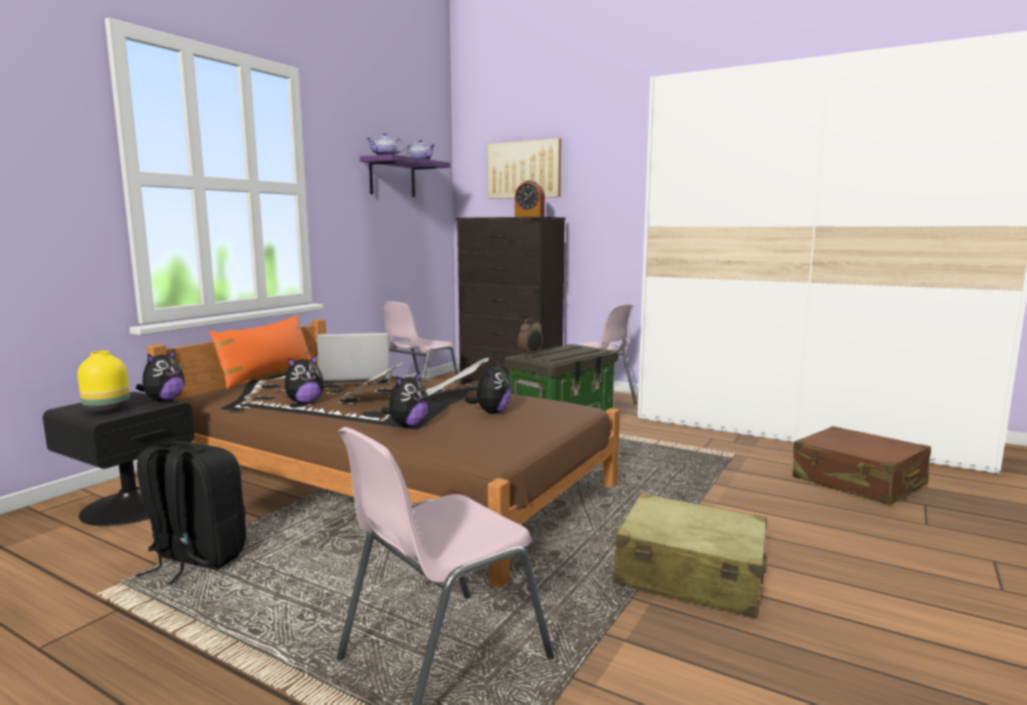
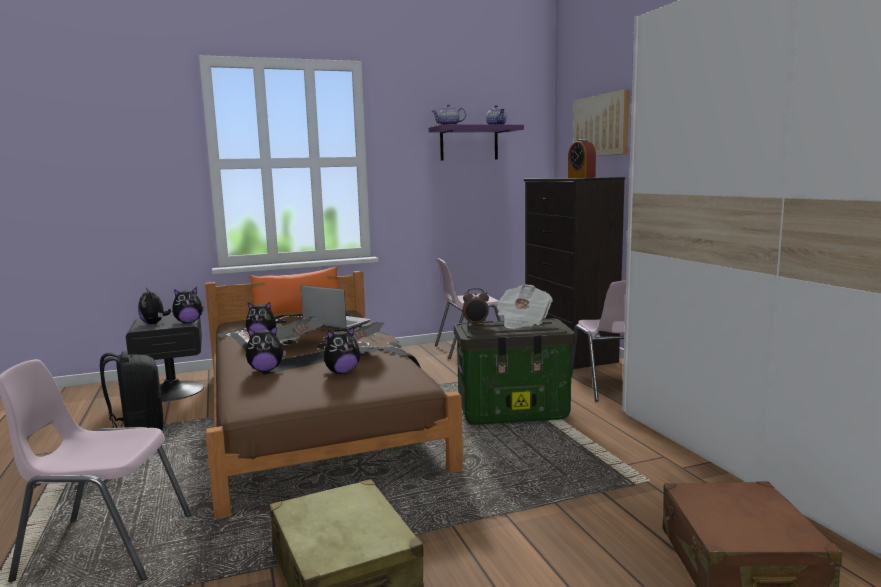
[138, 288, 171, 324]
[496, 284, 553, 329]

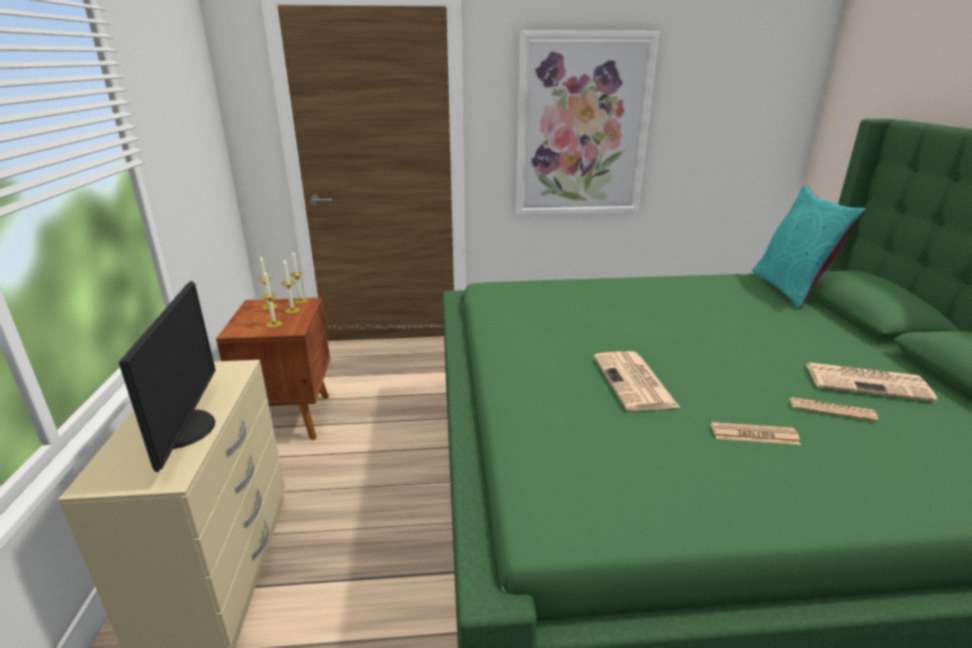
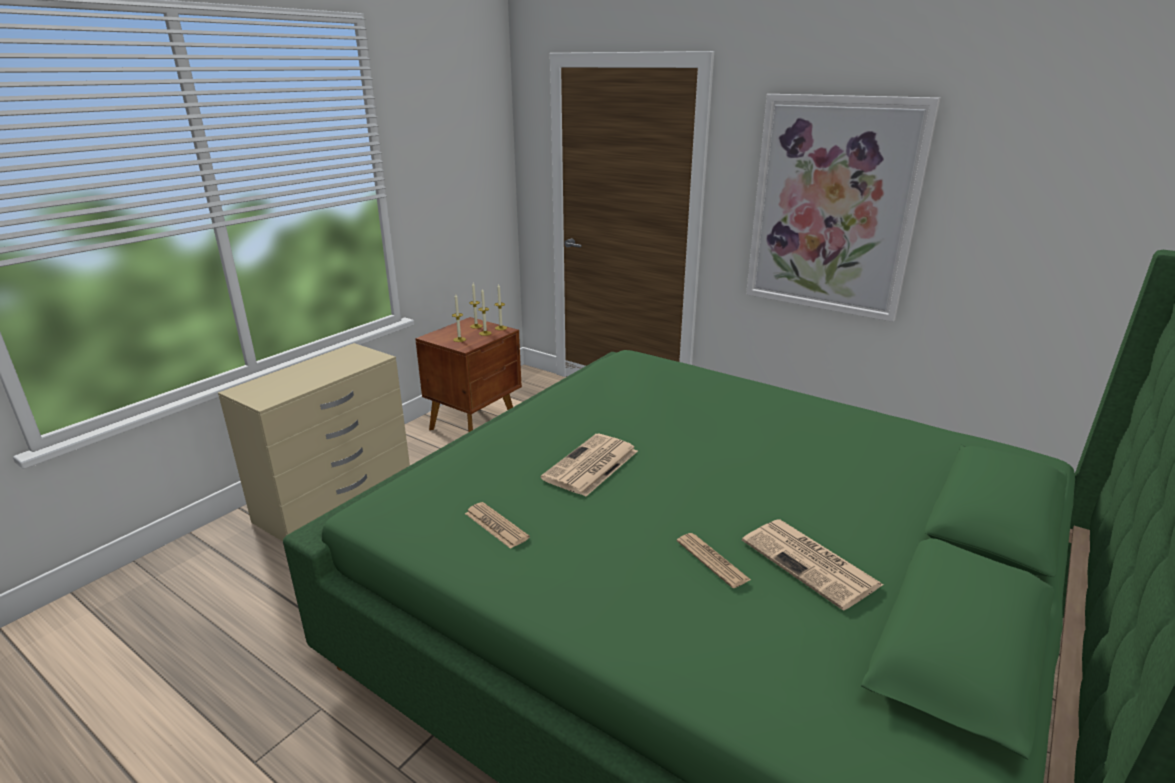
[752, 185, 866, 309] (first image)
[119, 281, 216, 472] (first image)
[465, 502, 530, 549]

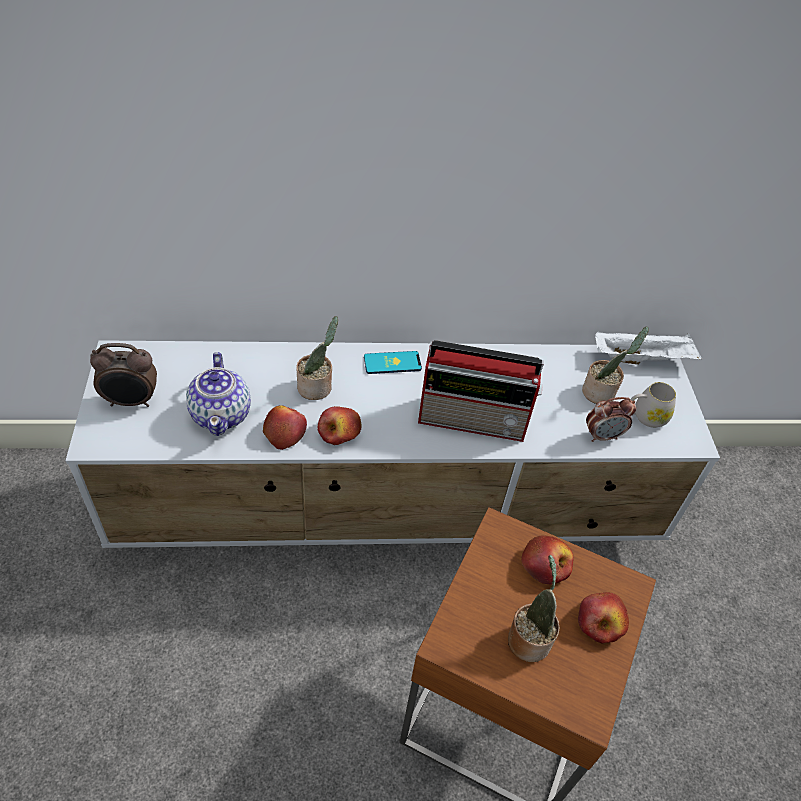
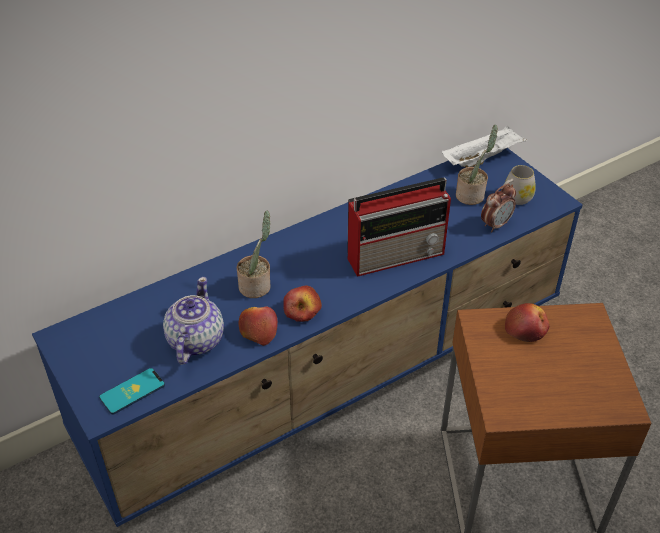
[32, 148, 583, 527]
[90, 343, 157, 407] (first image)
[99, 368, 165, 415]
[163, 277, 224, 365]
[508, 555, 559, 662] (first image)
[578, 592, 629, 644] (first image)

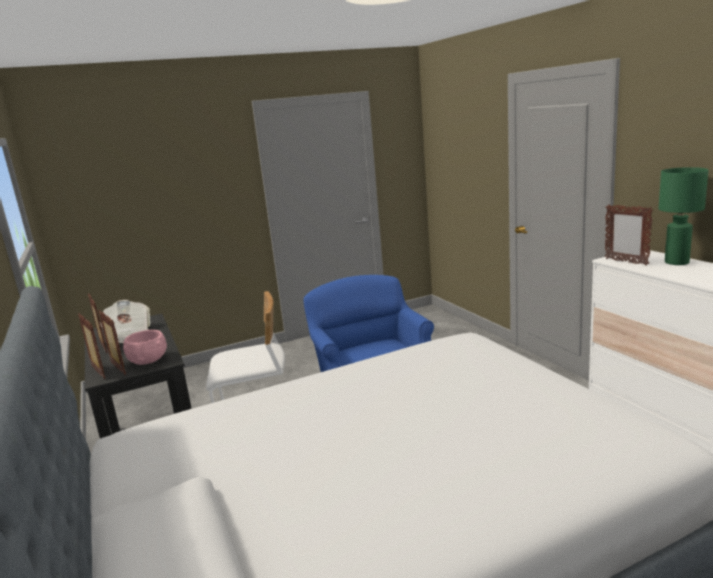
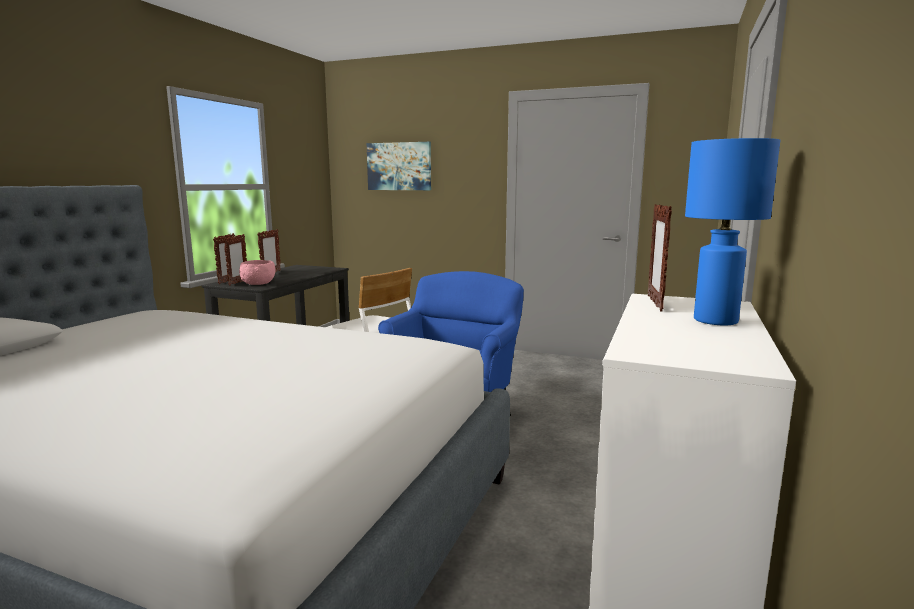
[685, 138, 780, 325]
[100, 300, 150, 343] (first image)
[367, 142, 431, 190]

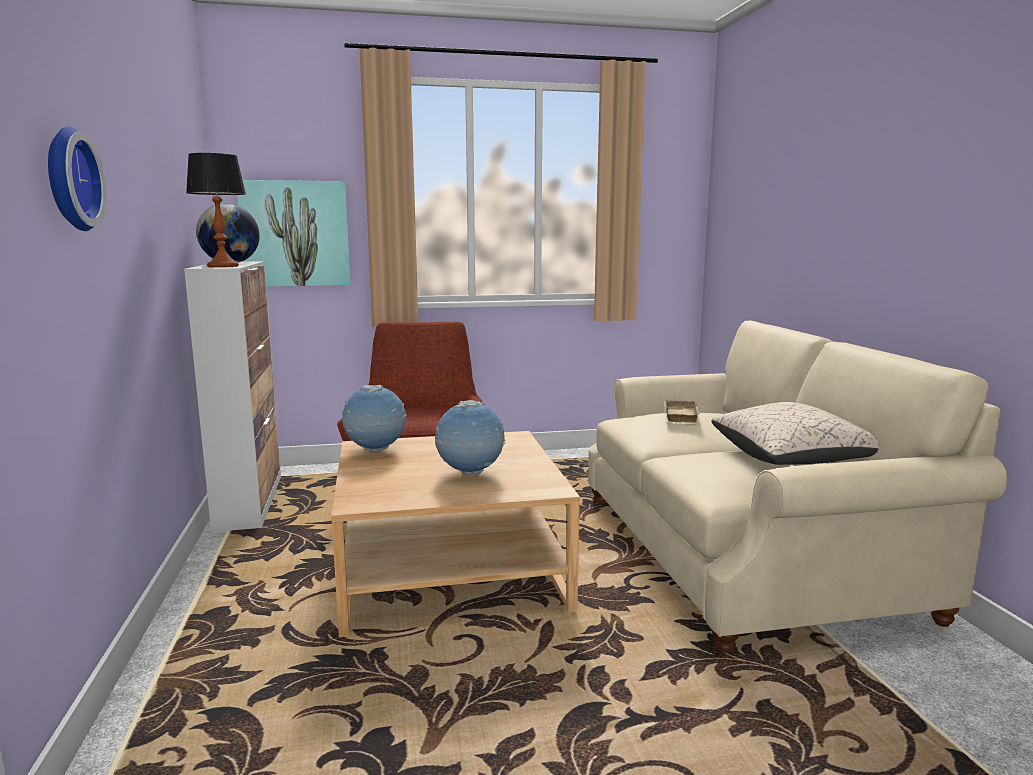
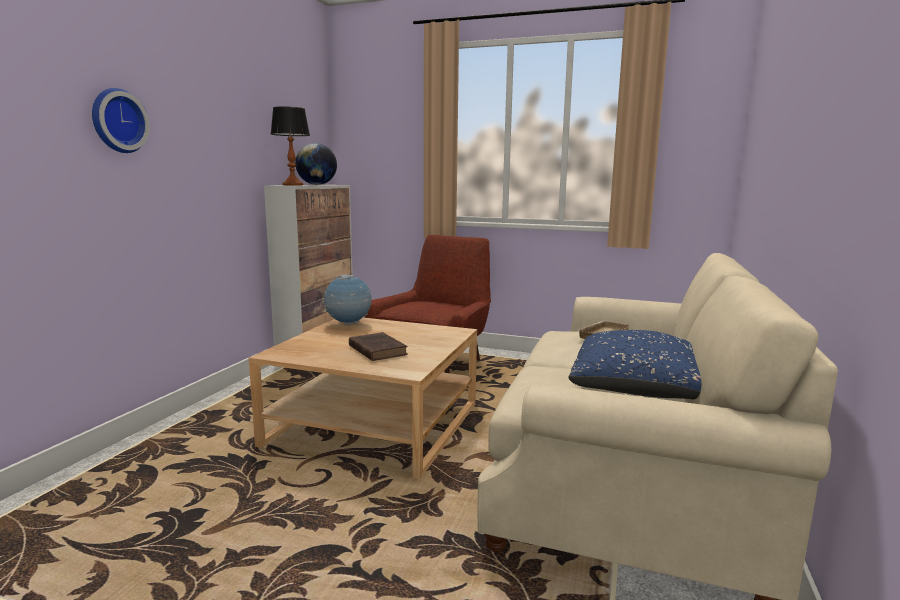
[237, 180, 351, 286] (first image)
[349, 332, 408, 361]
[568, 330, 701, 399]

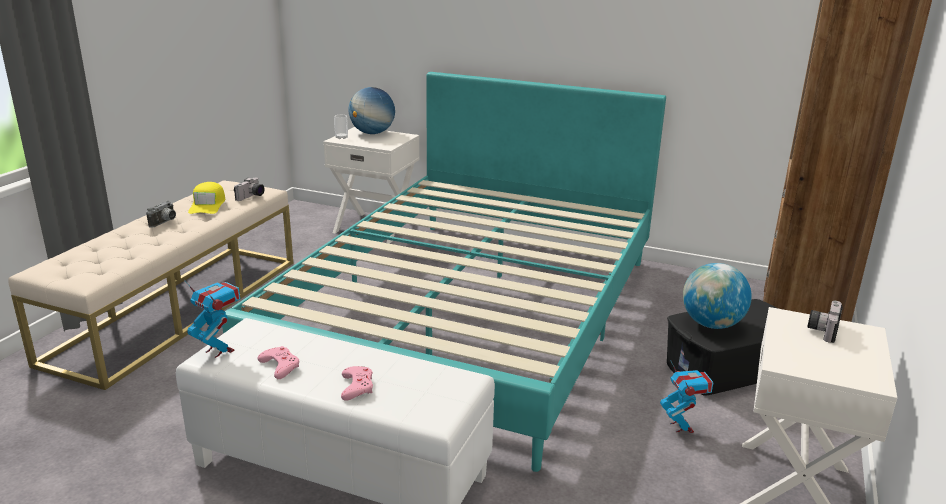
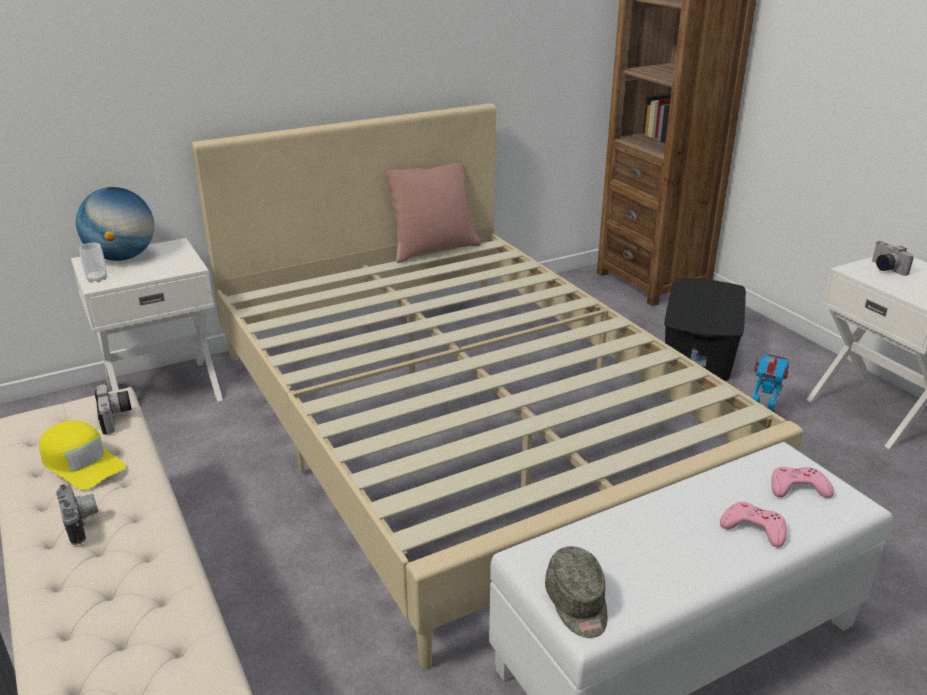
[191, 103, 803, 669]
[683, 263, 752, 329] (first image)
[545, 546, 607, 638]
[772, 467, 834, 498]
[386, 163, 481, 263]

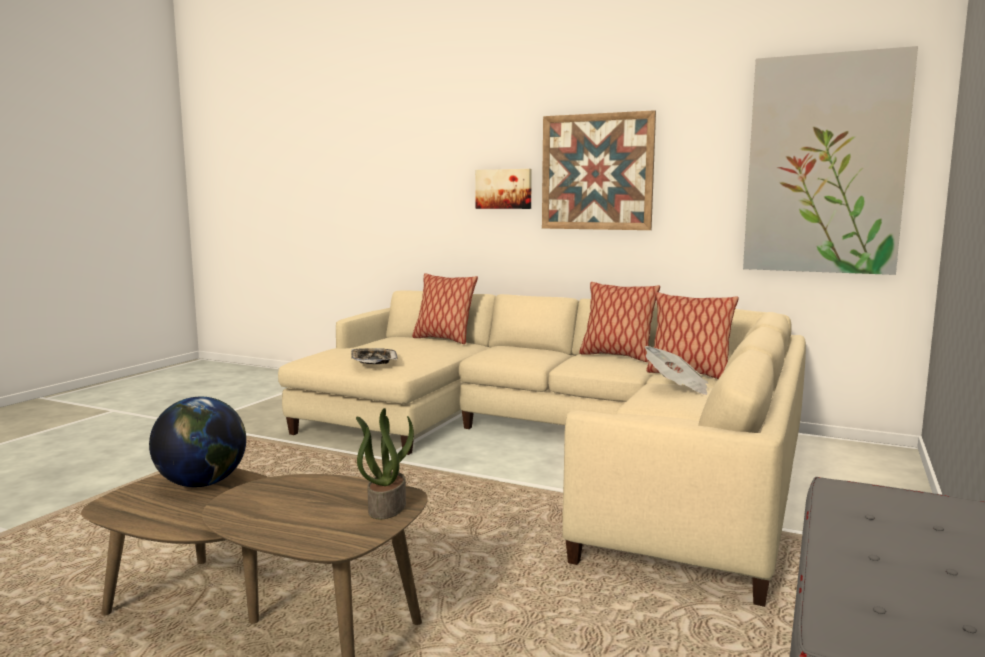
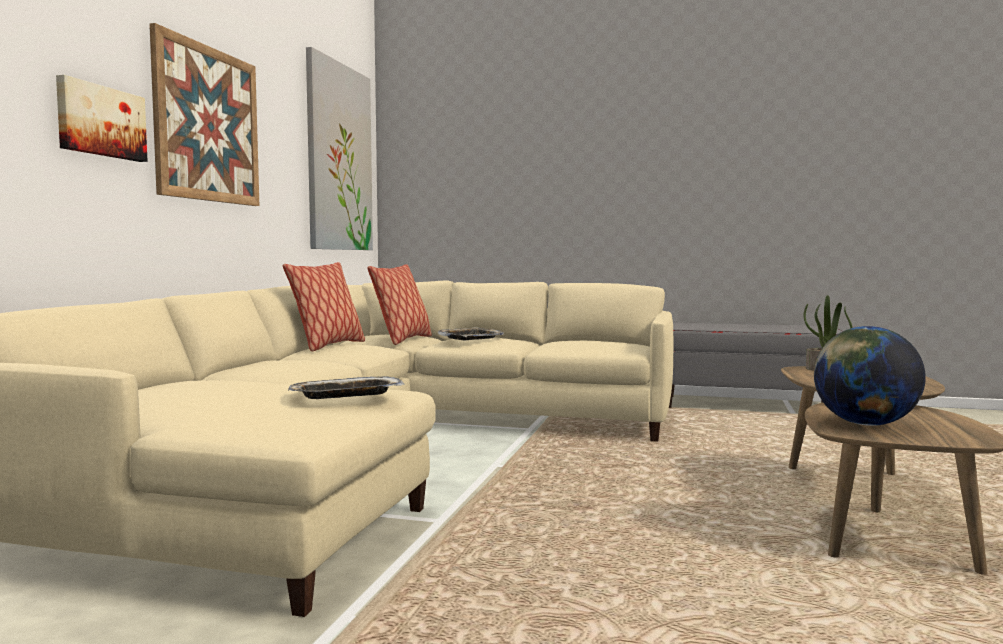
[412, 273, 478, 344] (first image)
[437, 327, 504, 340]

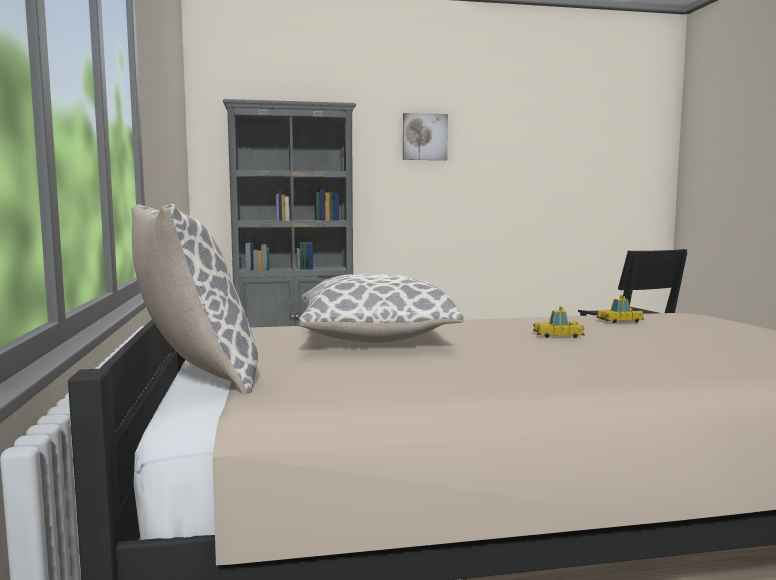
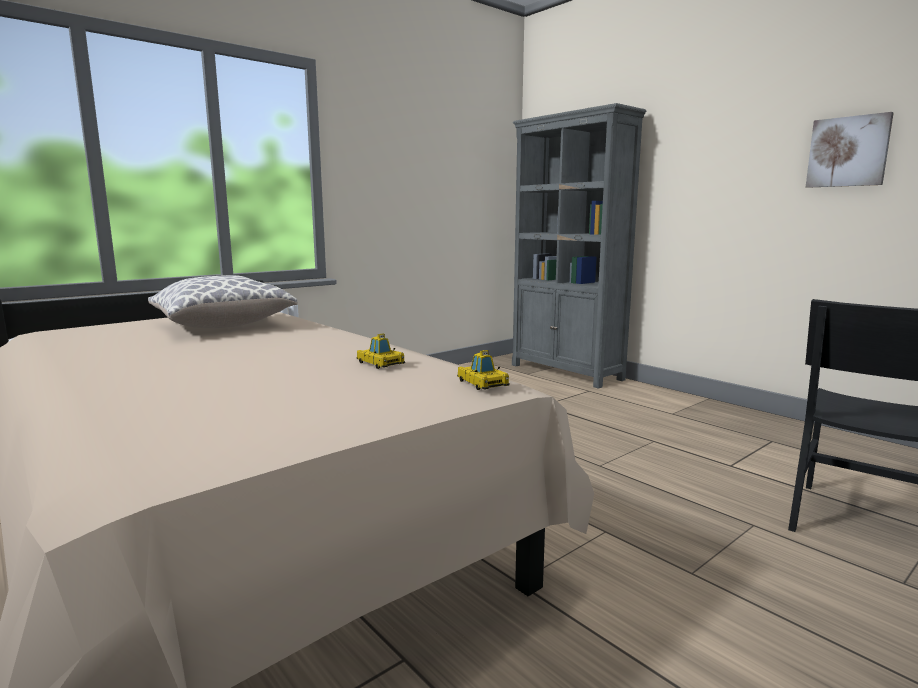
[806, 112, 894, 188]
[131, 204, 258, 394] (first image)
[457, 350, 510, 390]

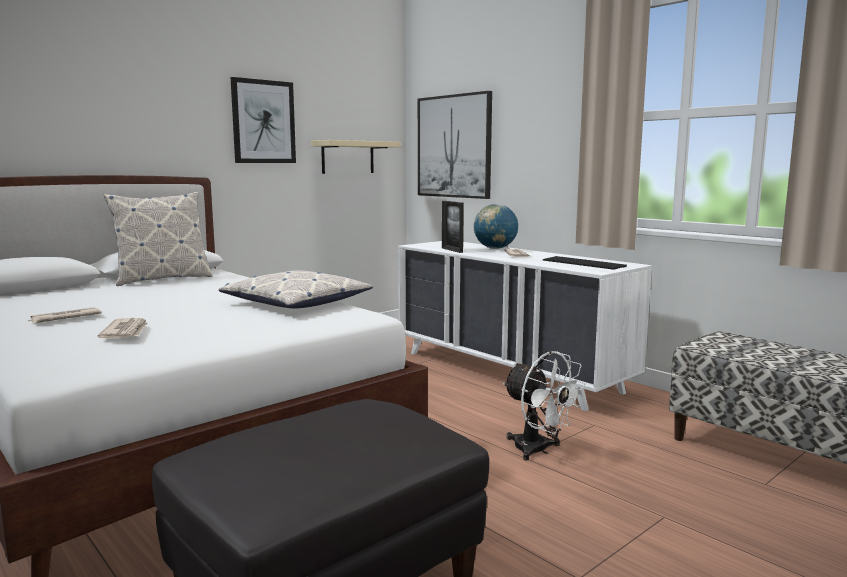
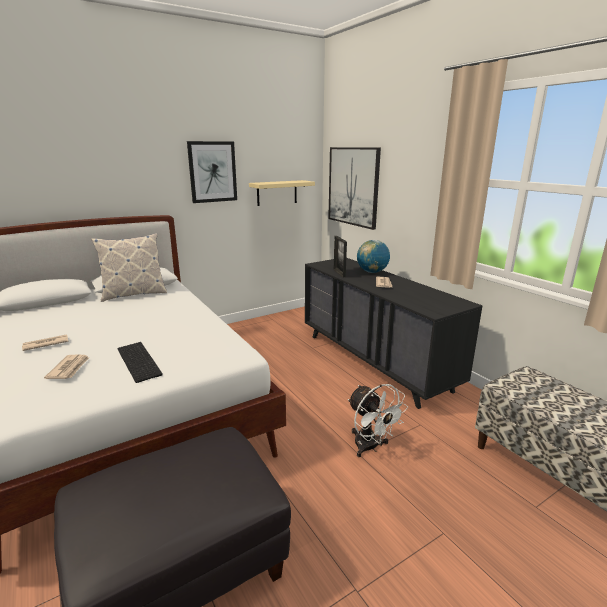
[305, 258, 483, 409]
[117, 342, 163, 383]
[219, 270, 373, 308] (first image)

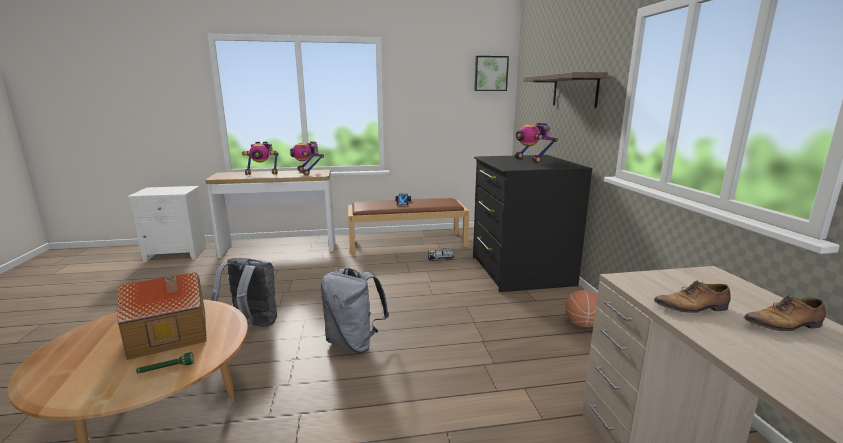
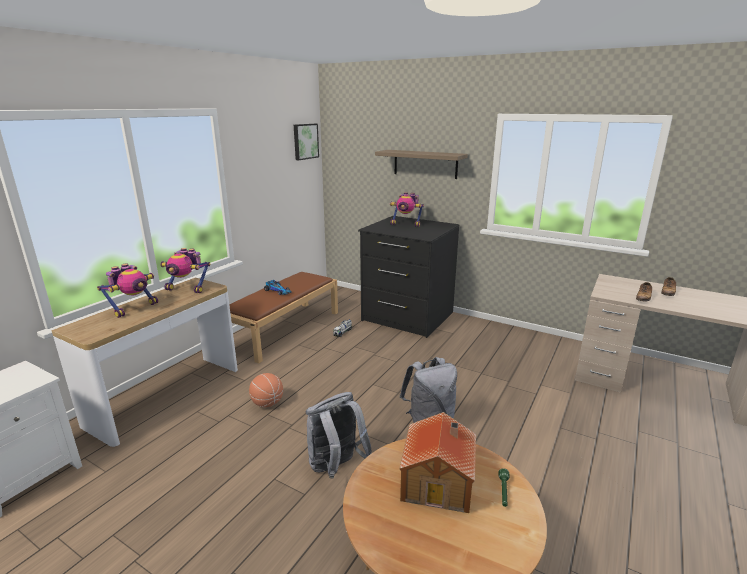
[249, 373, 283, 407]

